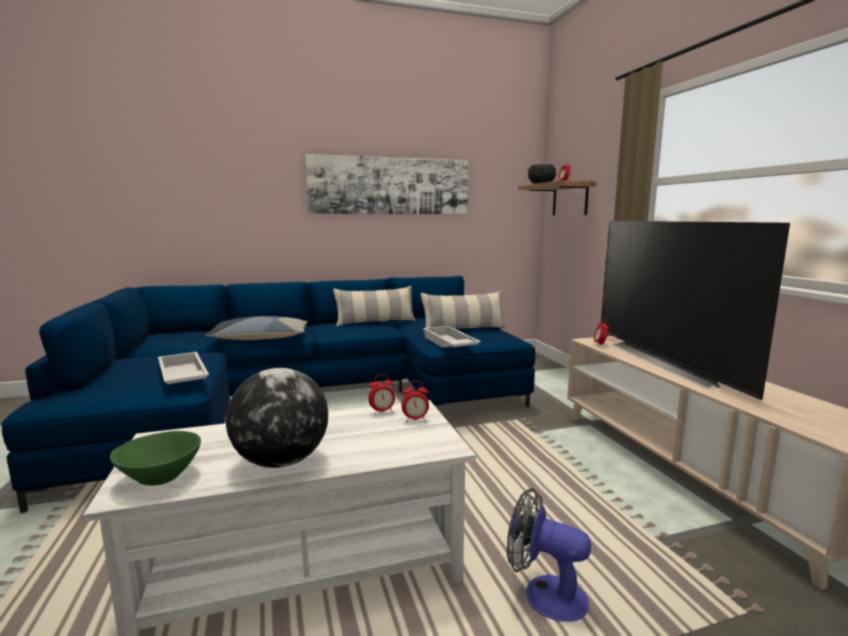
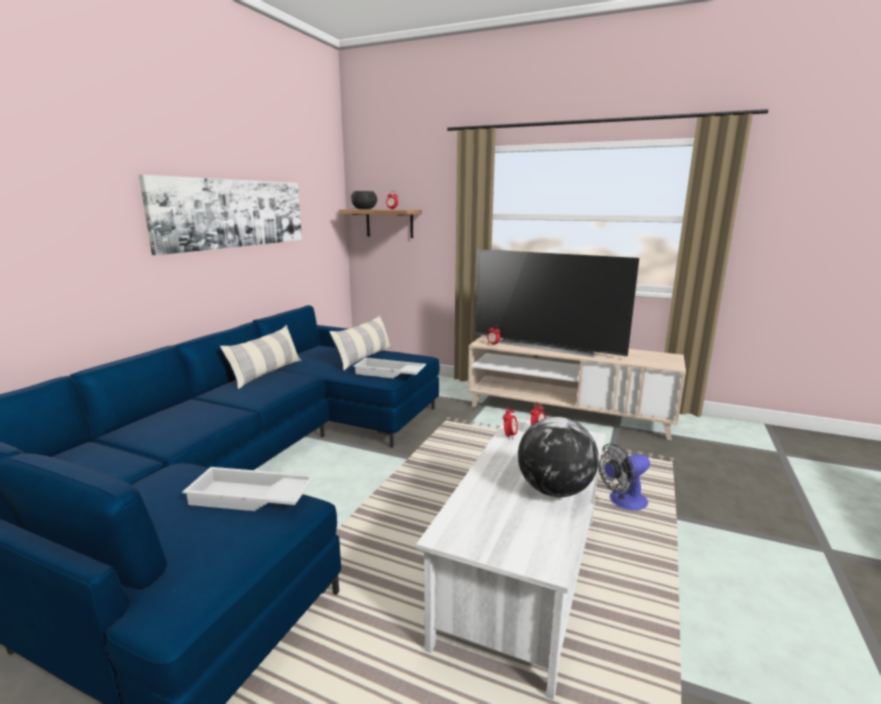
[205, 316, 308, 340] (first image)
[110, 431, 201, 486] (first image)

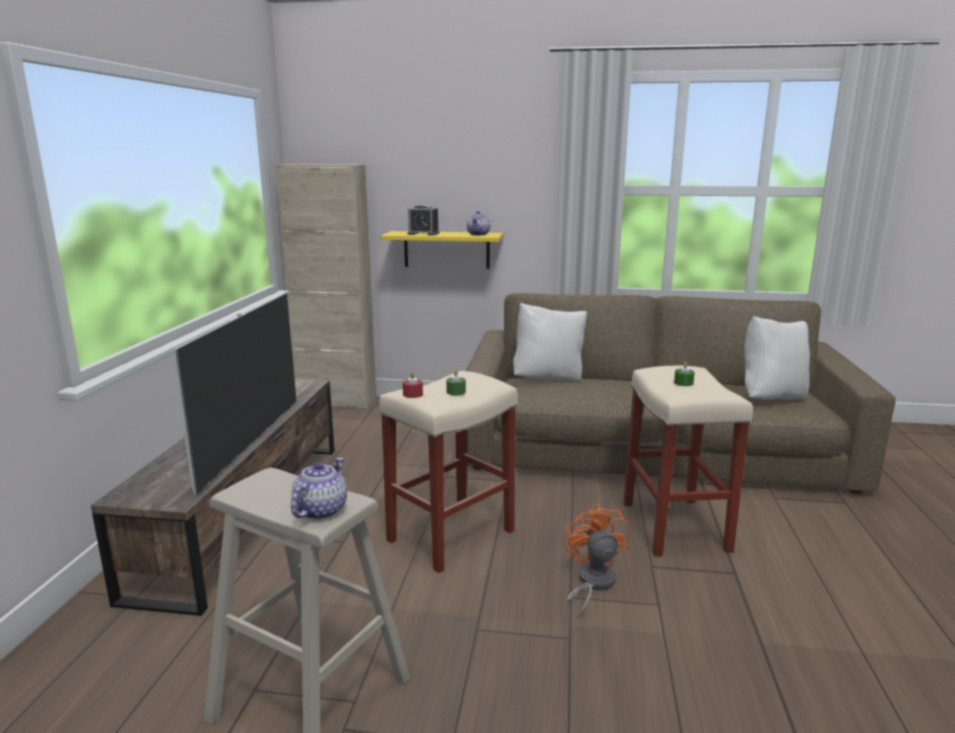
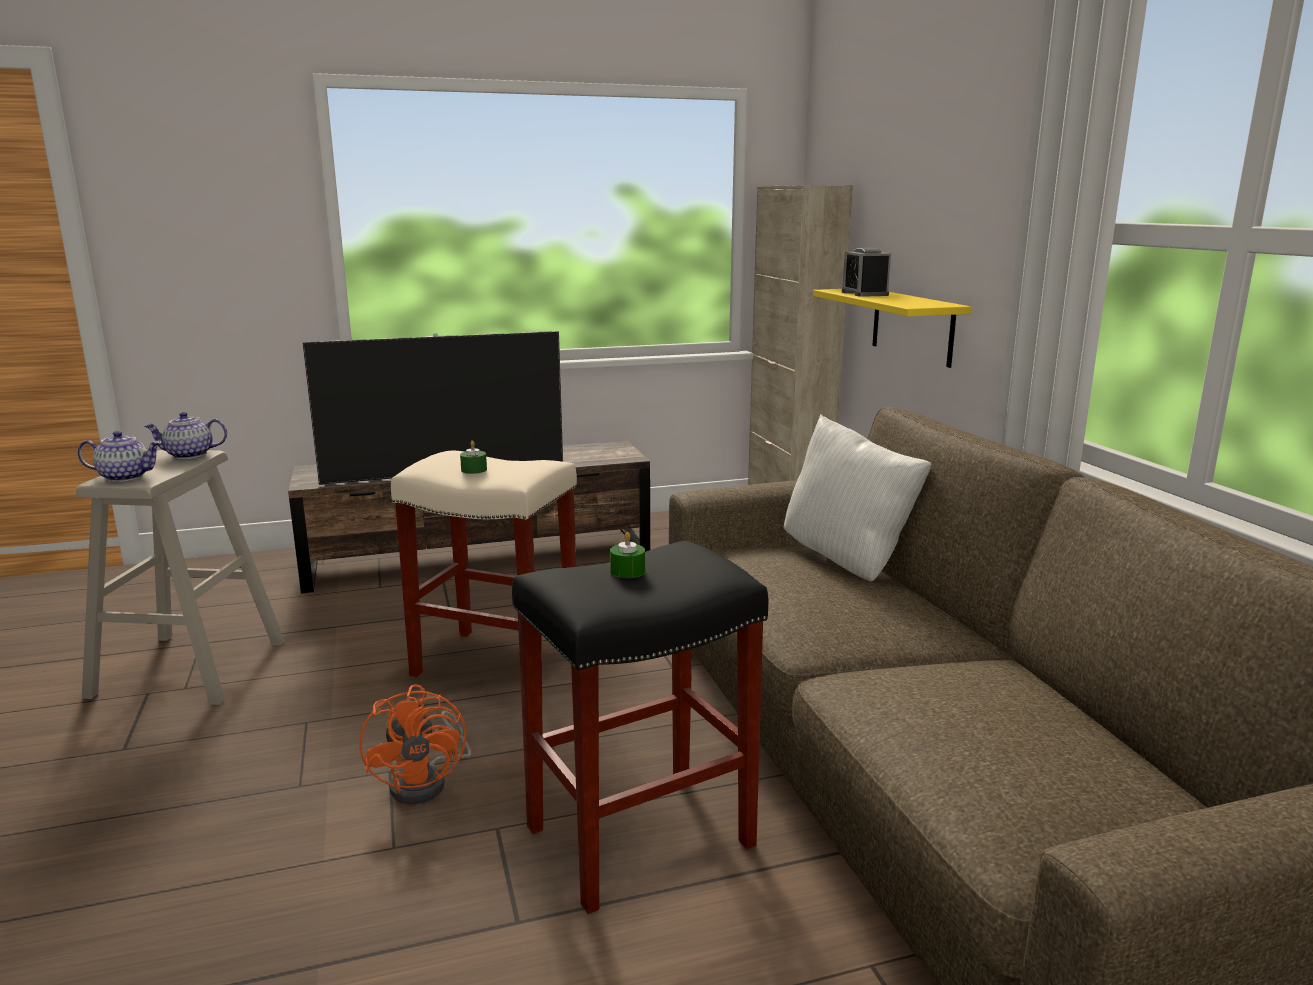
[144, 412, 227, 459]
[744, 316, 810, 400] (first image)
[512, 541, 768, 914]
[403, 372, 423, 398] (first image)
[359, 684, 472, 804]

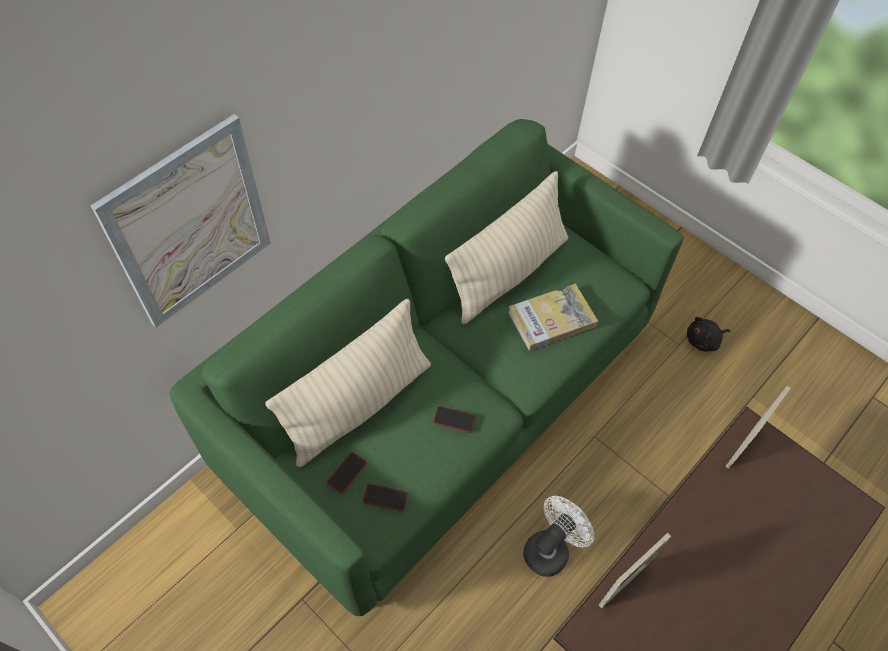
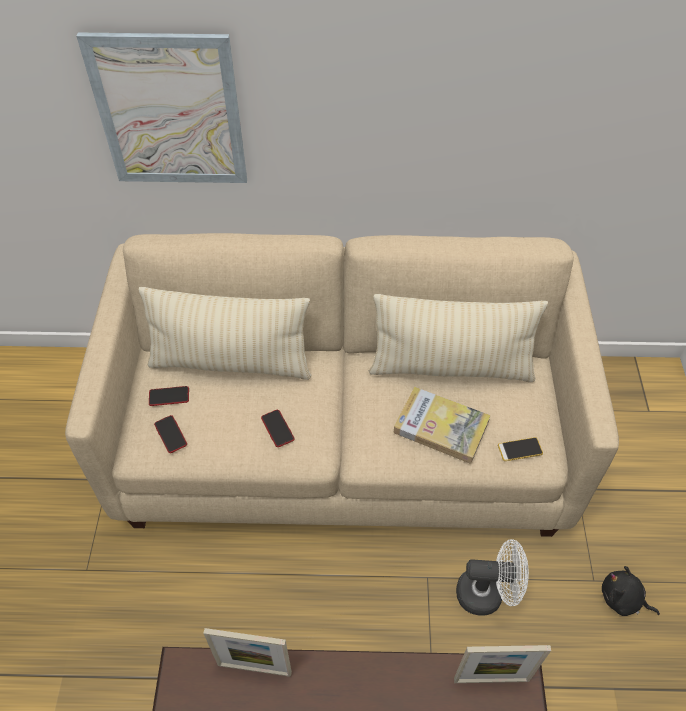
[65, 233, 619, 537]
[456, 539, 529, 616]
[498, 437, 543, 461]

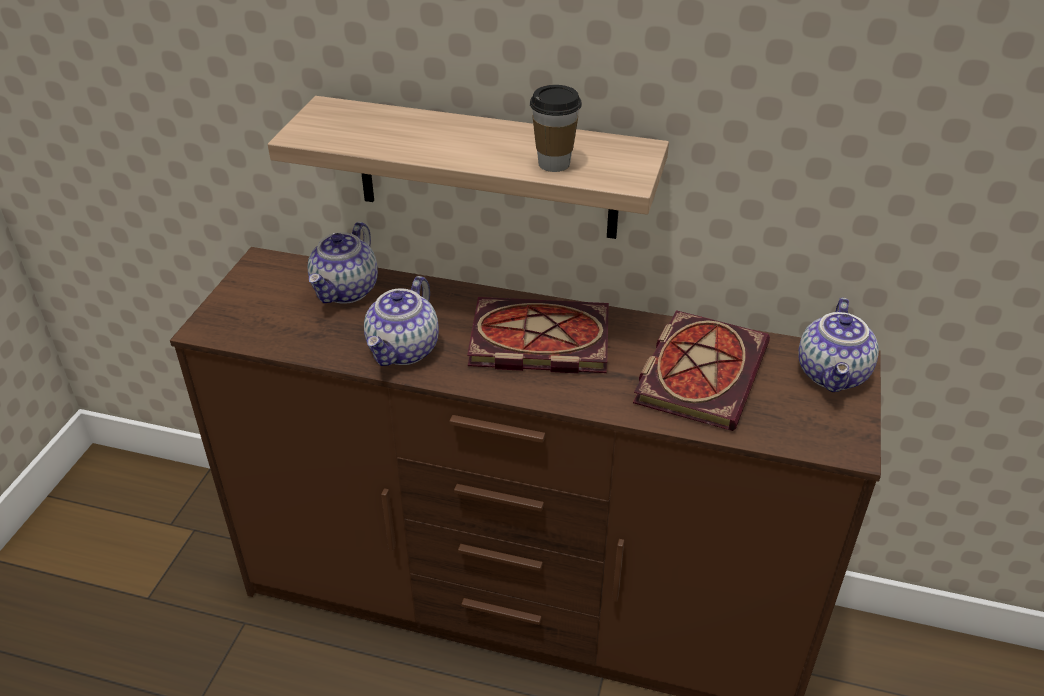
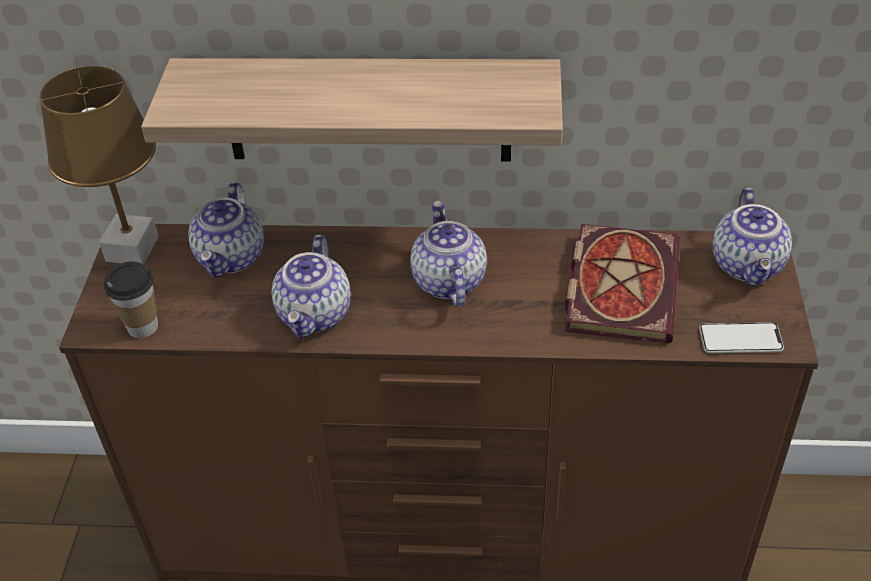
[104, 262, 158, 338]
[410, 201, 487, 307]
[40, 66, 159, 265]
[699, 322, 784, 353]

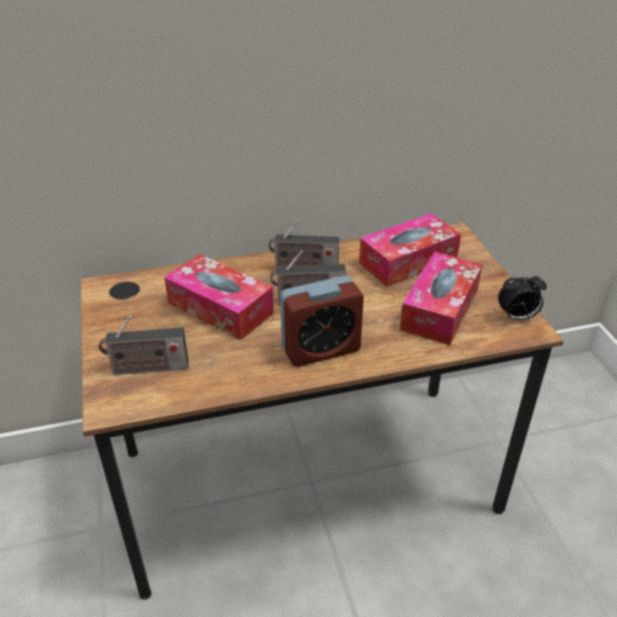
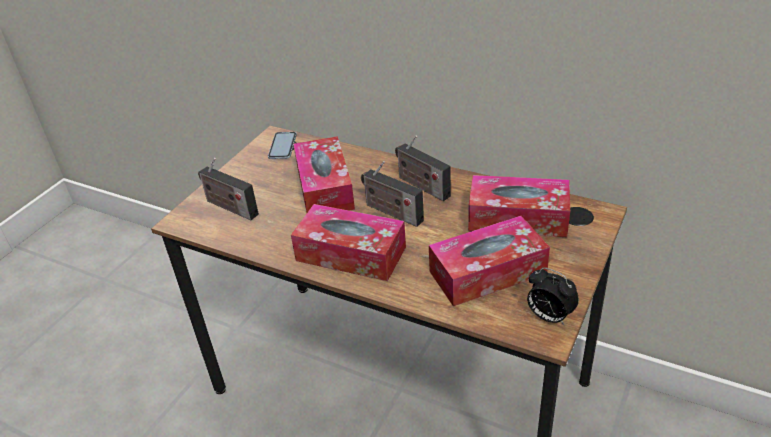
[291, 204, 406, 281]
[268, 132, 297, 159]

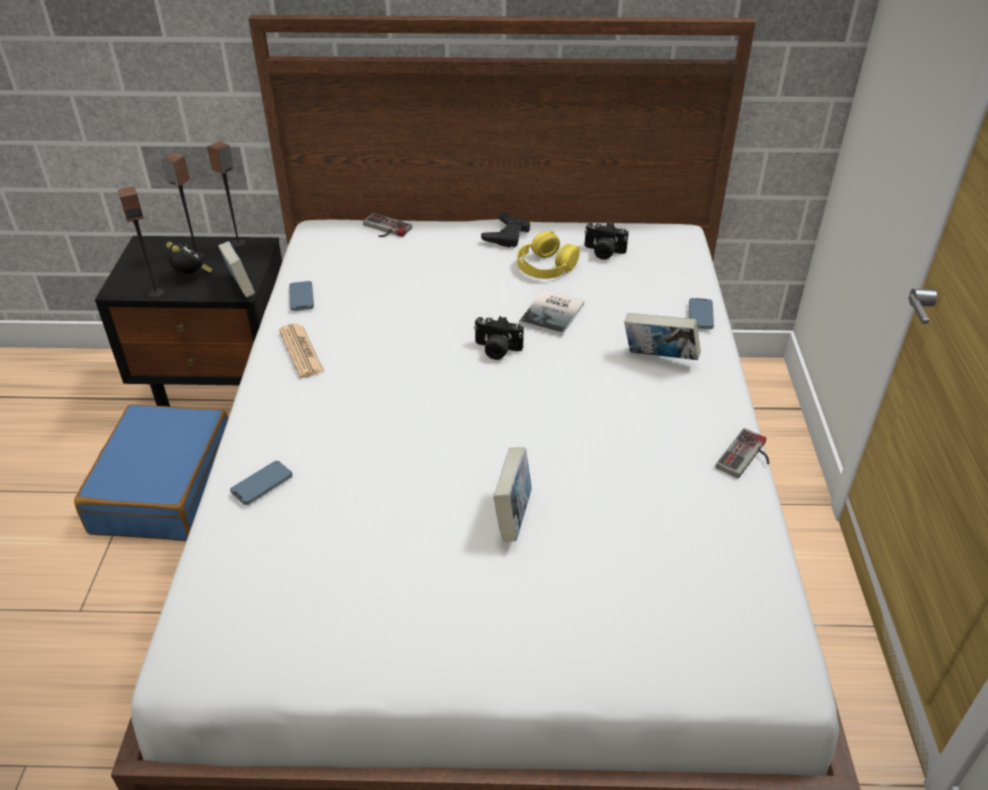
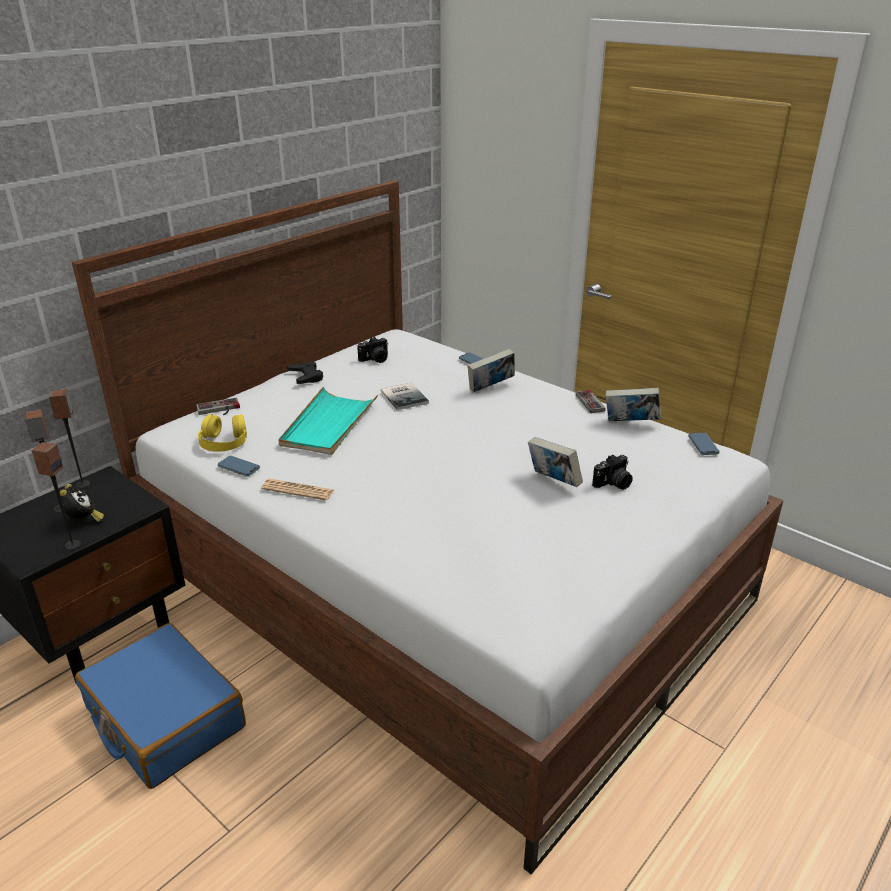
[198, 414, 247, 452]
[606, 388, 661, 421]
[60, 484, 104, 522]
[592, 454, 633, 490]
[688, 433, 720, 455]
[278, 387, 378, 455]

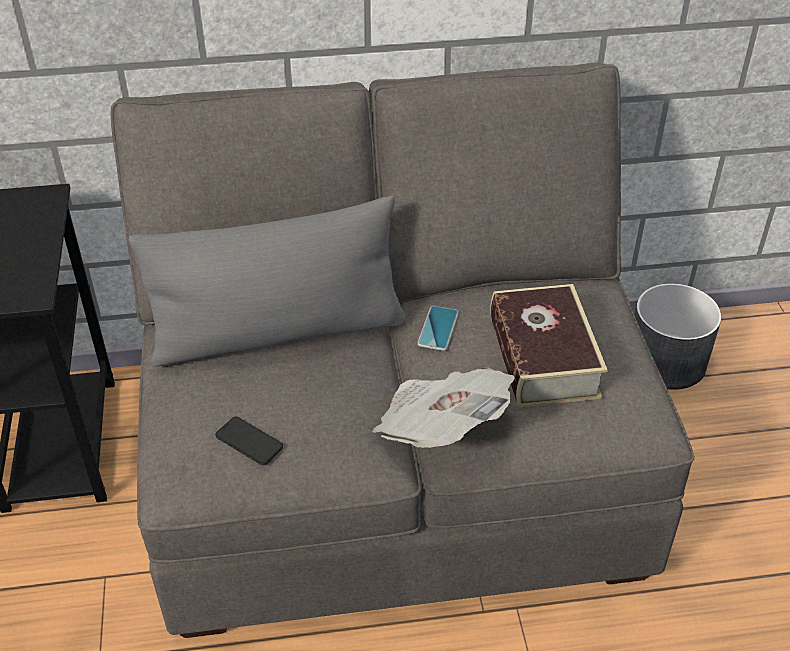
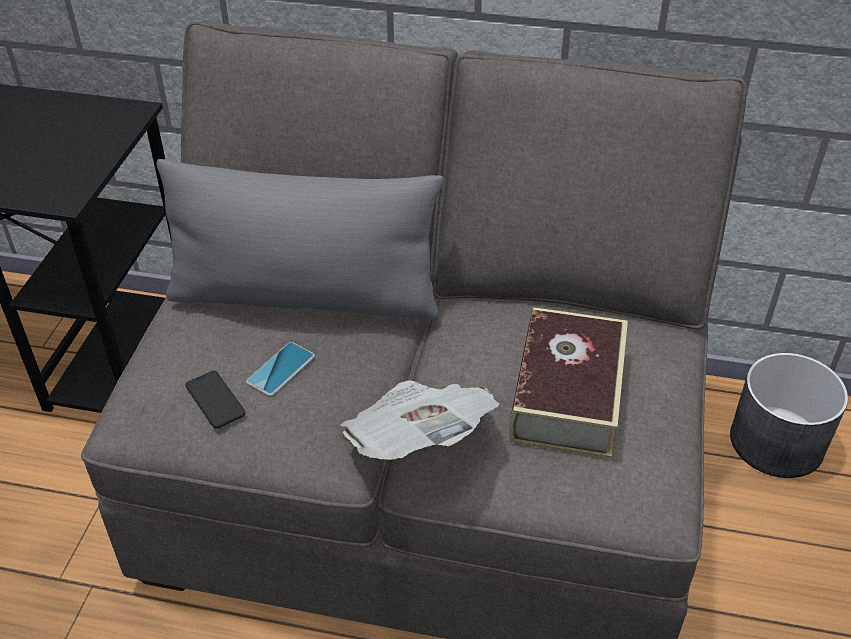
[246, 342, 315, 396]

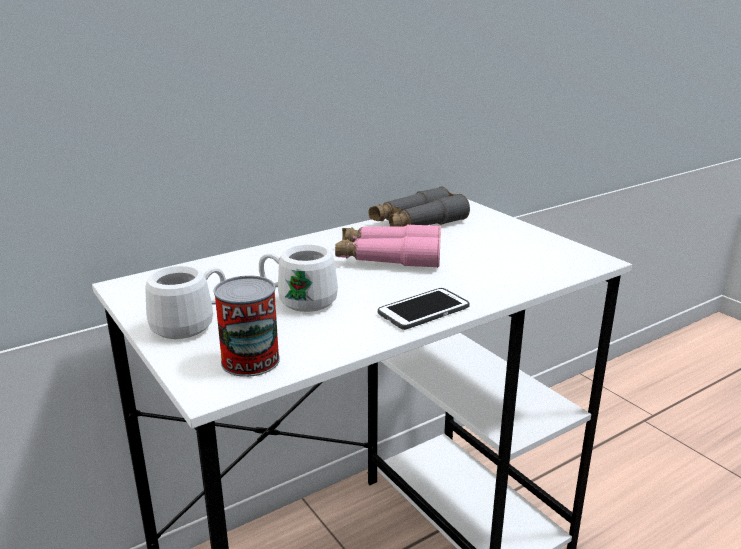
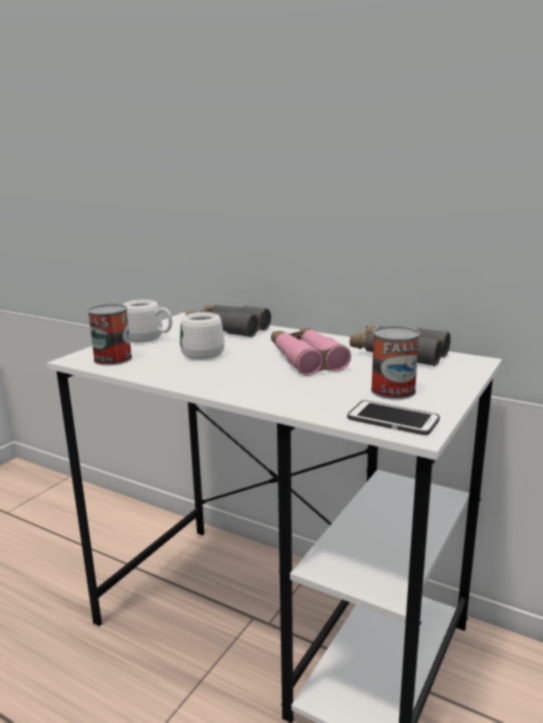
[347, 400, 440, 435]
[185, 305, 271, 337]
[371, 326, 420, 400]

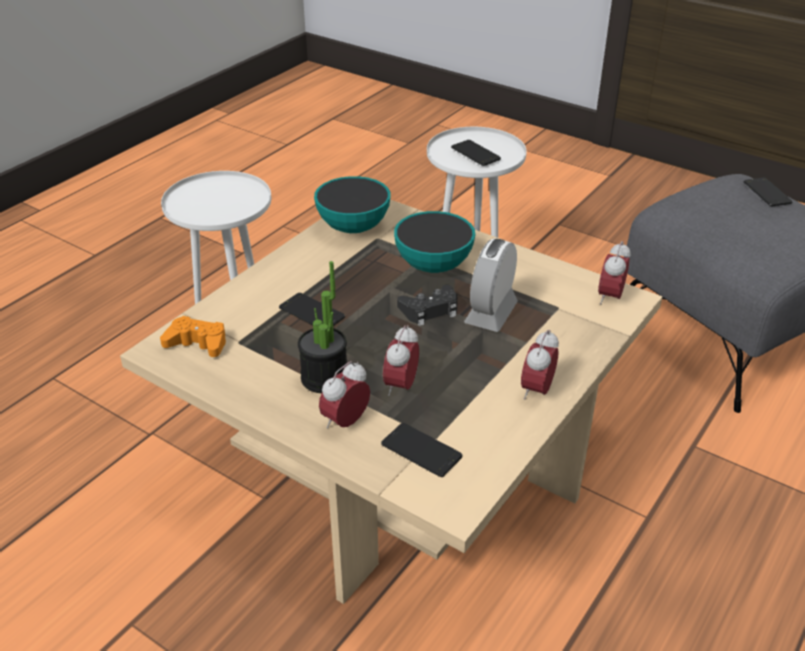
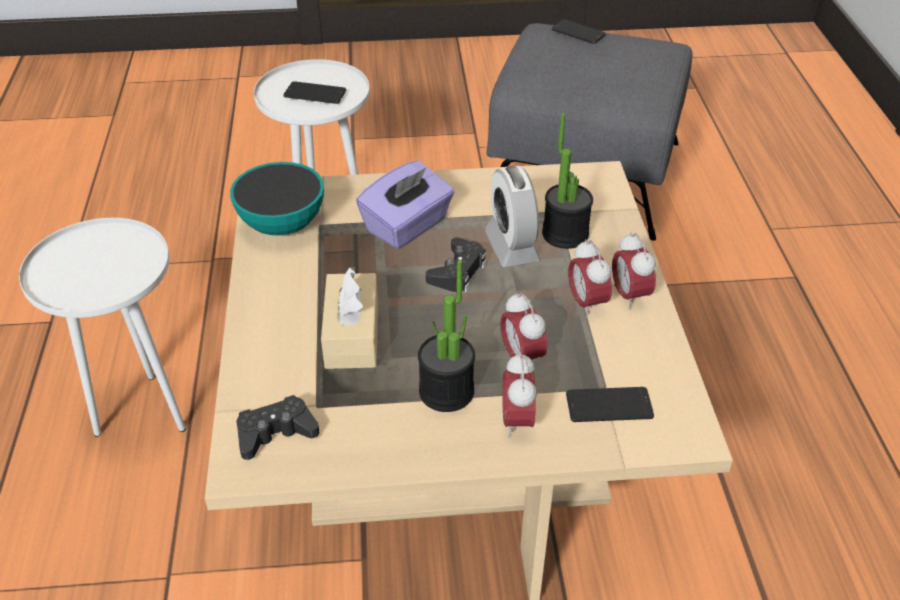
[356, 161, 455, 249]
[568, 239, 612, 318]
[321, 267, 378, 369]
[236, 395, 319, 460]
[542, 113, 593, 249]

